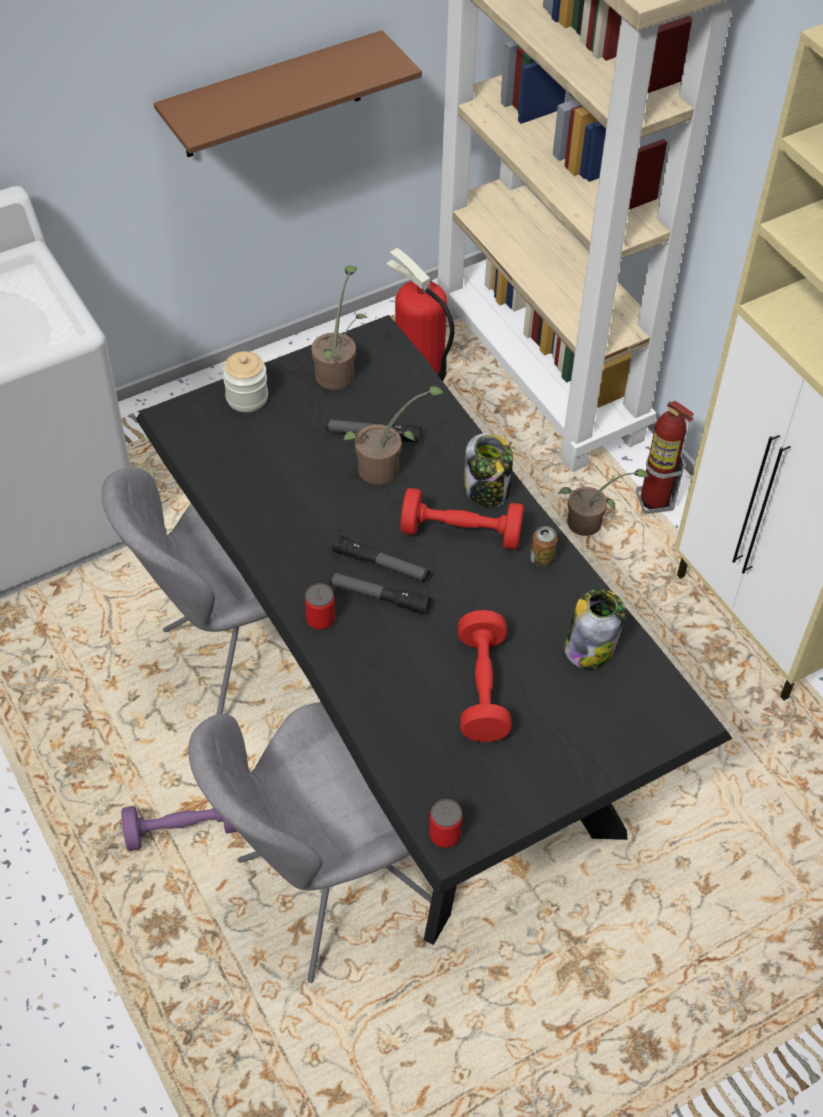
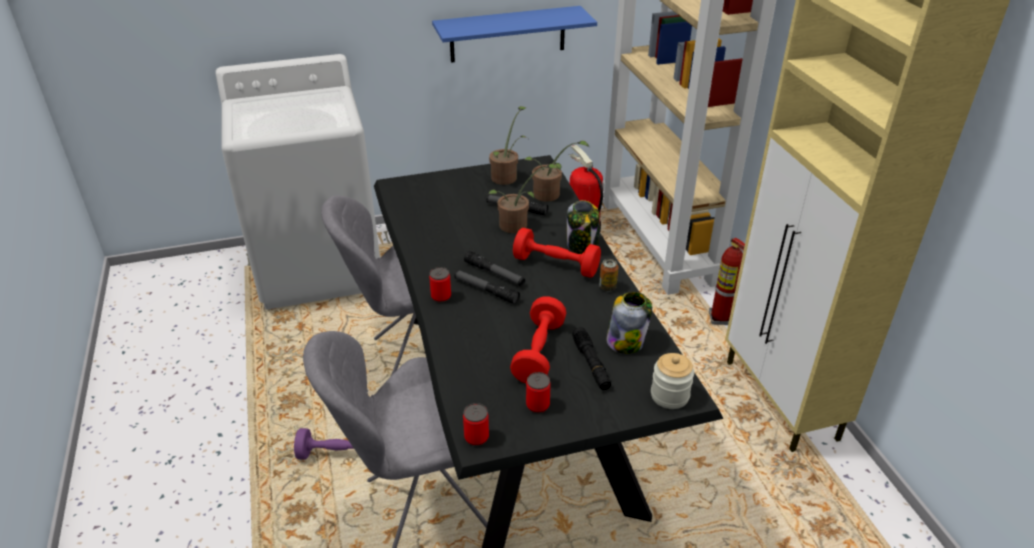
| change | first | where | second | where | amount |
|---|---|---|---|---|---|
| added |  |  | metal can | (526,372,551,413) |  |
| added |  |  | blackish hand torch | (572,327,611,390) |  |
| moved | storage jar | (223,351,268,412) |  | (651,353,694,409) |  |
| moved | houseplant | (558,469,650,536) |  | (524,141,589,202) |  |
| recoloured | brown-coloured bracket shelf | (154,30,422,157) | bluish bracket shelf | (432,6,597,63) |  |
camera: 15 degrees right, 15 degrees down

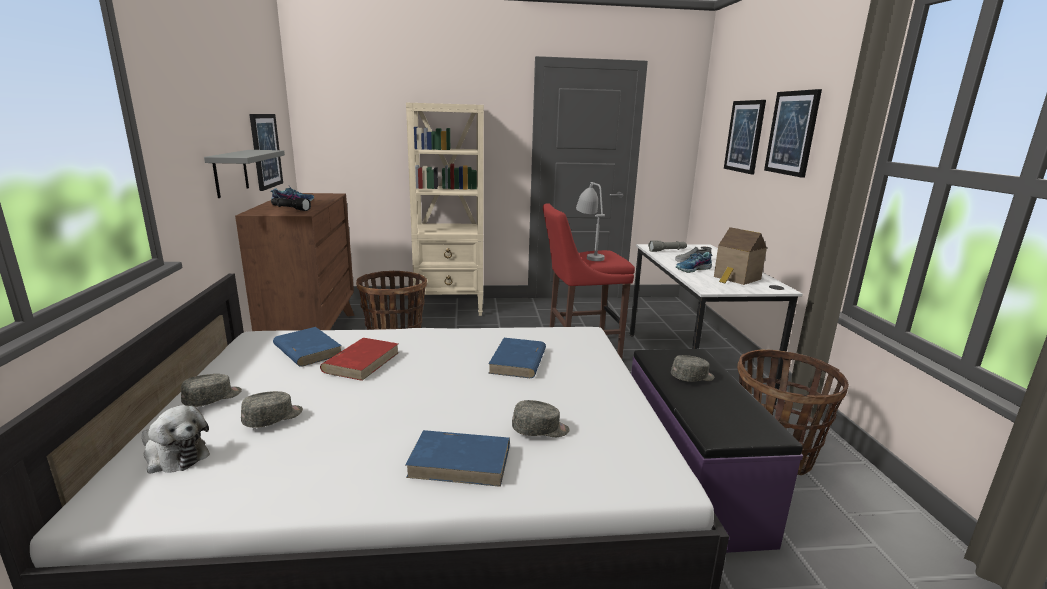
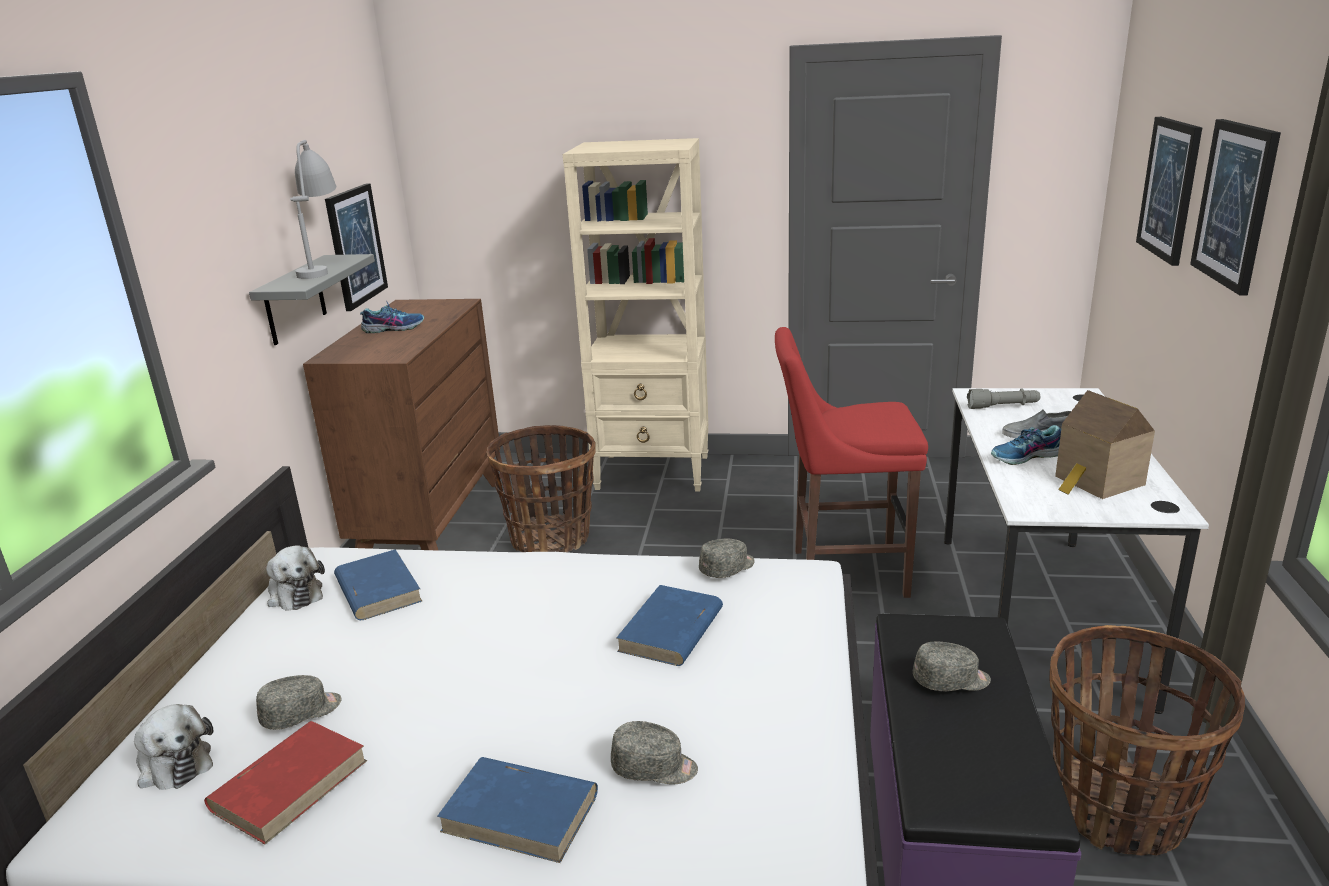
| change | first | where | second | where | amount |
|---|---|---|---|---|---|
| removed | blackish hand torch | (271,197,311,211) |  |  |  |
| added |  |  | soft toy | (266,545,325,611) |  |
| moved | grey baseball cap | (181,374,242,407) |  | (699,539,755,578) |  |
| moved | reddish bound book | (320,338,399,381) |  | (204,721,367,845) |  |
| moved | grey lamp for a table | (576,182,605,261) |  | (290,140,336,279) |  |
camera: 15 degrees right, 5 degrees up

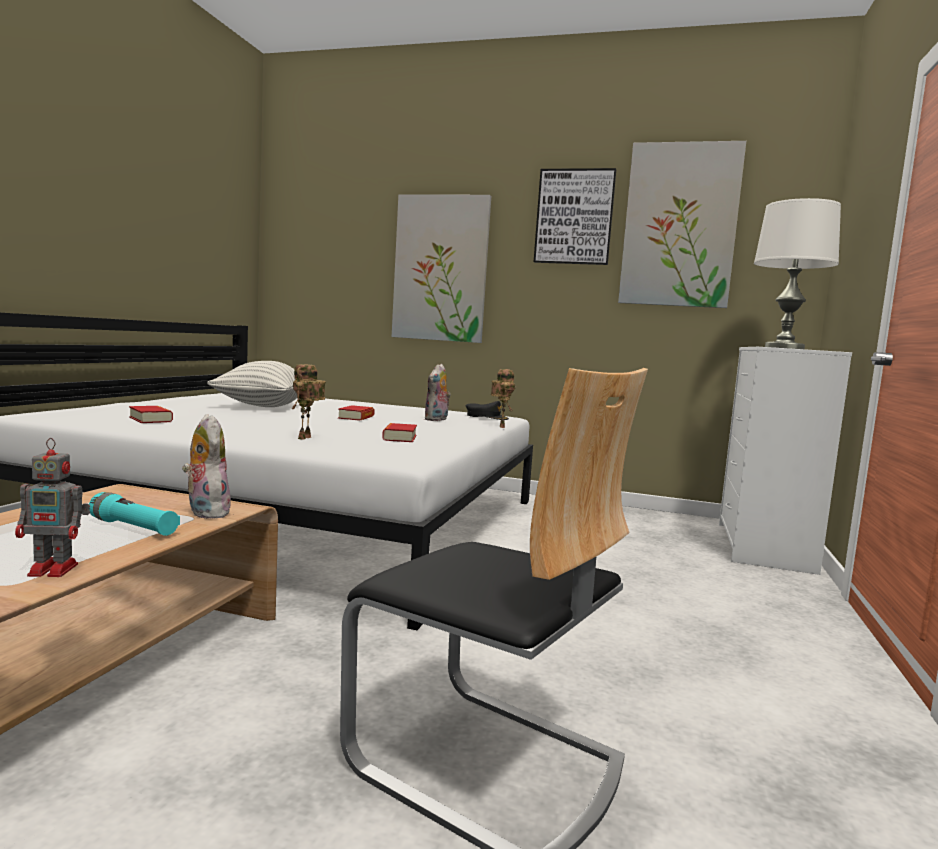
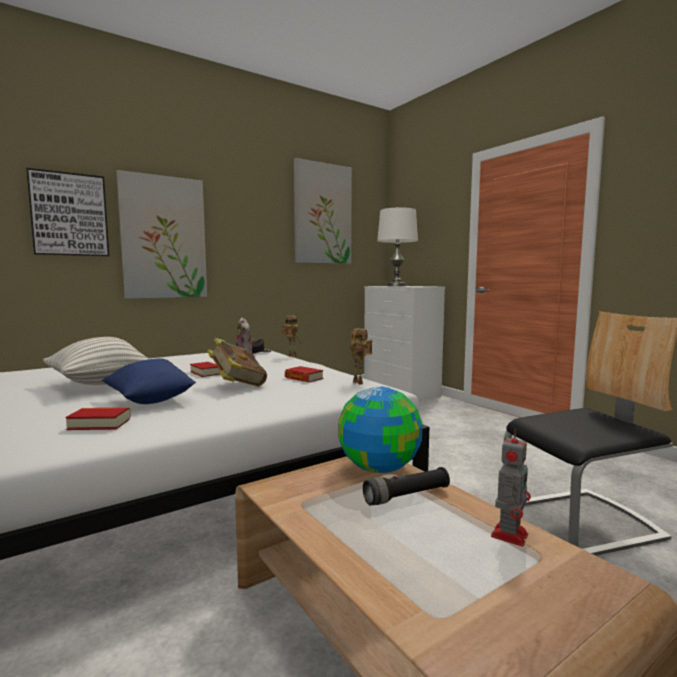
| change | first | where | second | where | amount |
|---|---|---|---|---|---|
| added |  |  | bluish cushion | (102,358,196,404) |  |
| added |  |  | bound book | (207,338,267,387) |  |
| moved | robot figure | (292,364,326,440) |  | (346,328,372,384) |  |
| moved | wall art | (534,168,616,265) |  | (26,168,109,256) |  |
| replaced | soft toy | (182,414,231,519) | desk globe | (338,386,422,473) |  |
| recoloured | blue-green hand torch | (89,492,180,536) | blackish hand torch | (363,467,450,505) |  |
camera: 50 degrees left, 0 degrees up

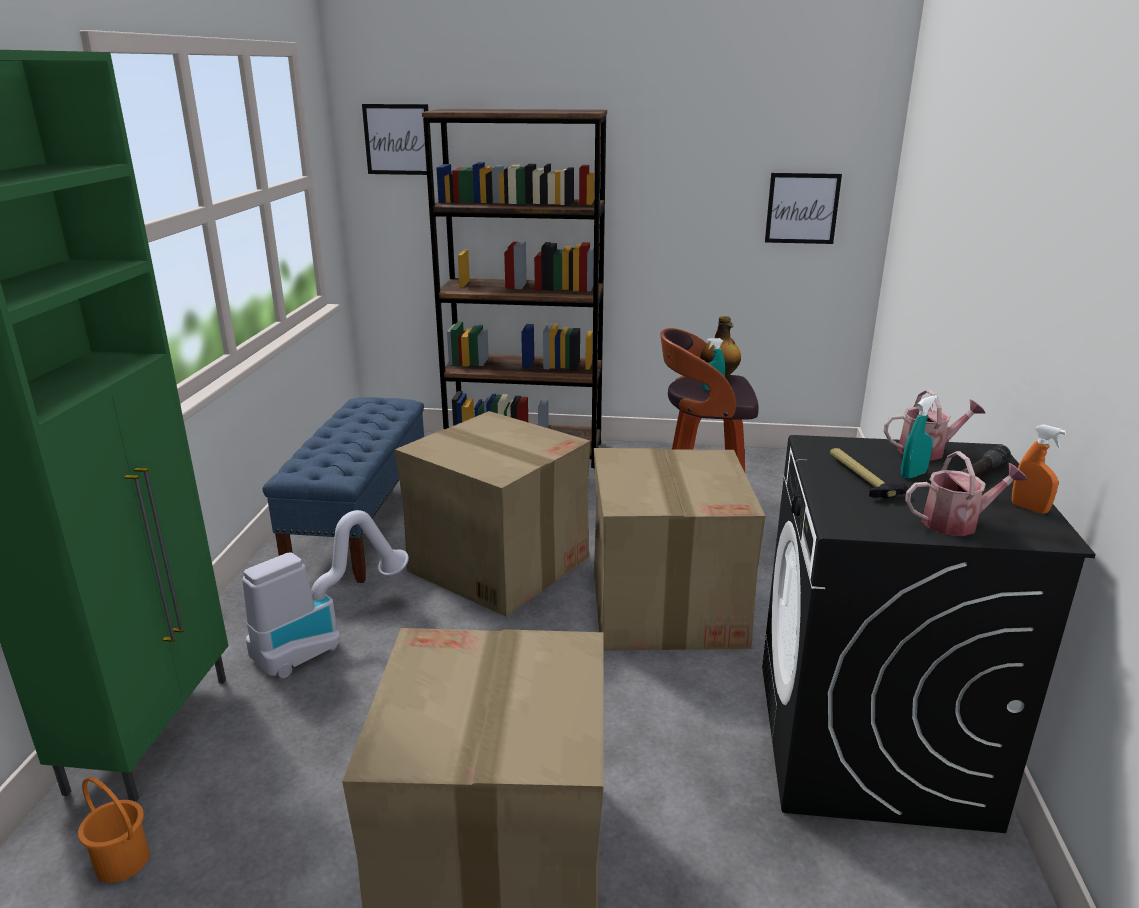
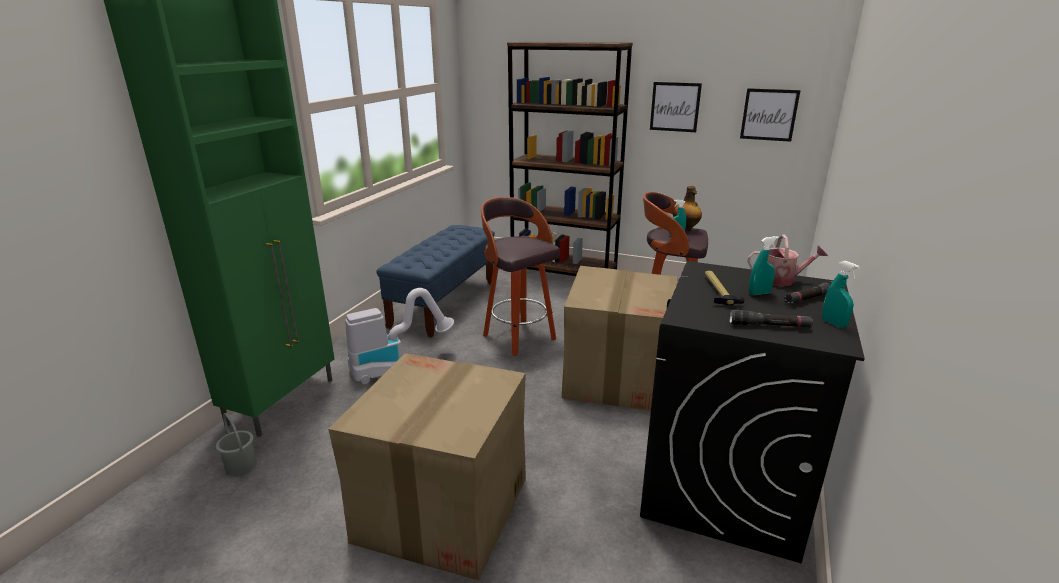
| change | first | where | second | where | amount |
|---|---|---|---|---|---|
| moved | wall art | (362,104,428,175) |  | (650,82,702,132) |  |
| replaced | cardboard box | (395,411,590,617) | stool | (481,197,560,356) |  |
| replaced | watering can | (905,451,1028,536) | blackish hand torch | (729,310,813,328) |  |
| recoloured | orangey bucket | (78,777,150,883) | grey bucket | (216,413,257,476) |  |
| recoloured | orangey spray bottle | (1012,424,1066,514) | blue-green spray bottle | (822,261,860,328) |  |
camera: 15 degrees right, 0 degrees up

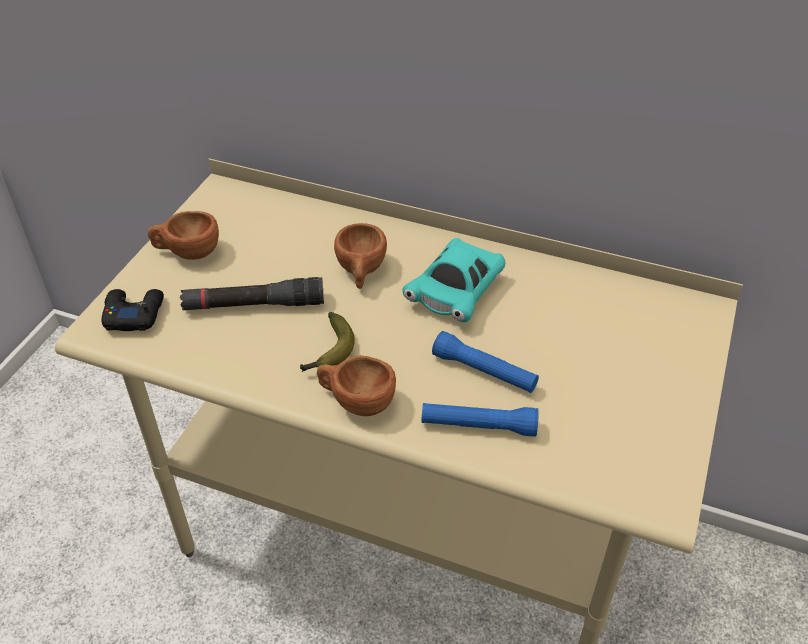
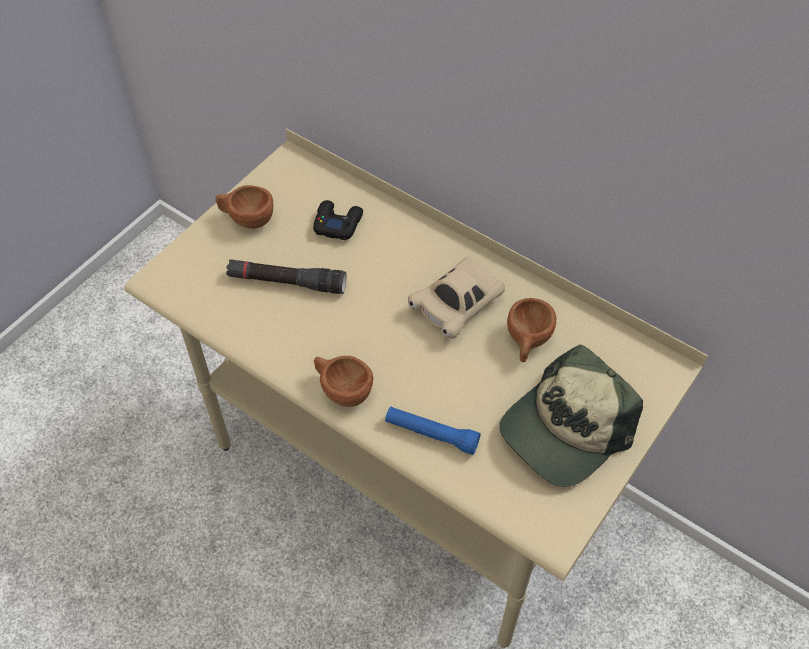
| change | first | where | second | where | amount |
|---|---|---|---|---|---|
| removed | banana | (300,312,355,372) |  |  |  |
| removed | bluish hand torch | (432,331,539,393) |  |  |  |
| added |  |  | baseball cap | (499,345,643,487) |  |
| moved | blackish joypad | (101,289,164,331) |  | (313,200,363,240) |  |
| moved | brown-coloured cup | (334,223,387,289) |  | (507,298,556,362) |  |
| recoloured | blue-green miniature car | (402,238,506,322) | beige miniature car | (408,257,505,339) |  |
camera: 15 degrees right, 10 degrees up

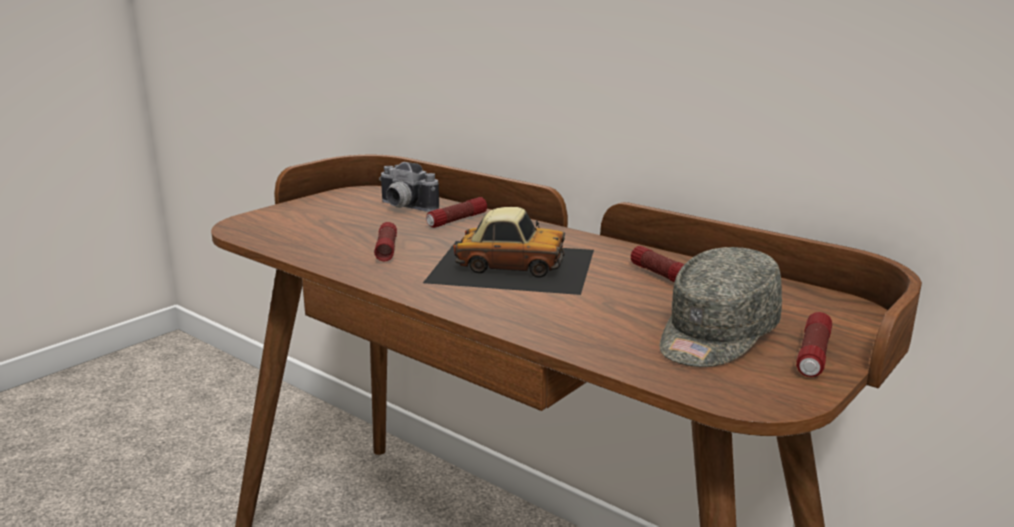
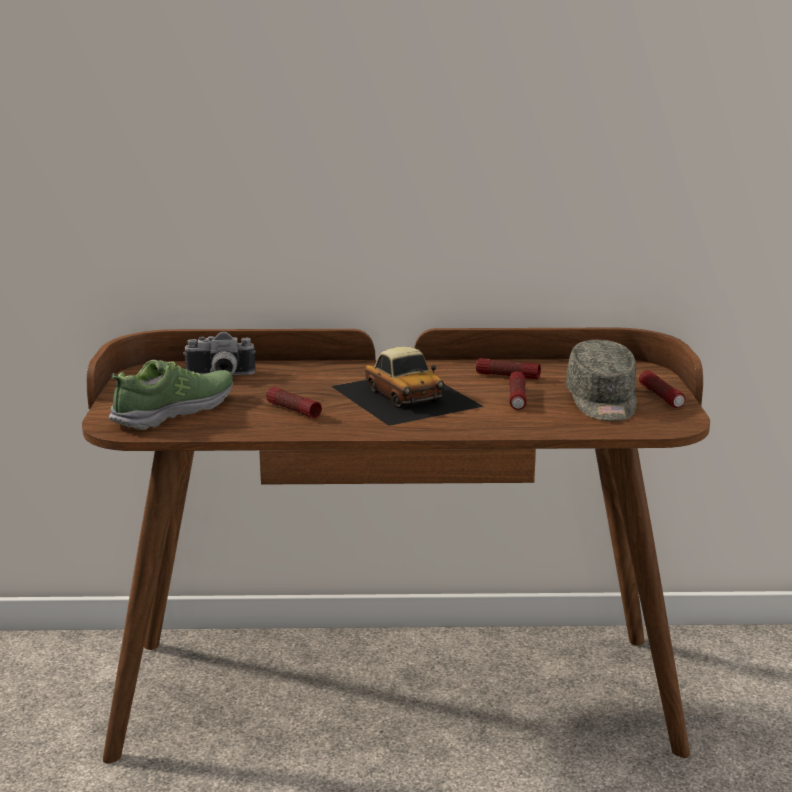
| change | first | where | second | where | amount |
|---|---|---|---|---|---|
| added |  |  | shoe | (109,360,233,430) |  |
| moved | hand torch | (426,197,487,228) |  | (509,371,526,410) |  |
| turned | miniature car | (423,207,594,295) |  | (331,347,484,426) | 90 degrees clockwise |
camera: 40 degrees left, 0 degrees up

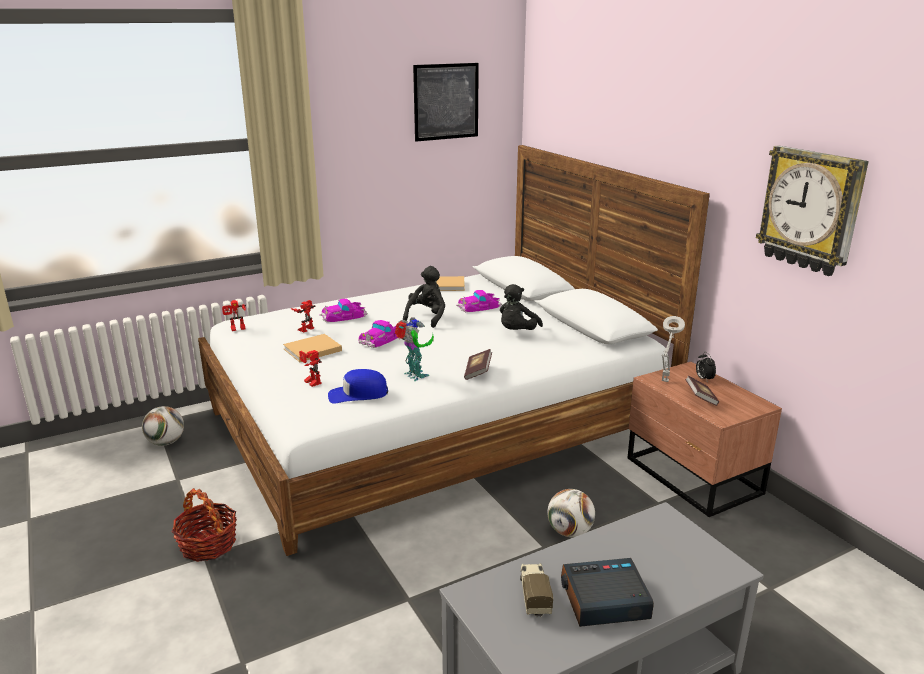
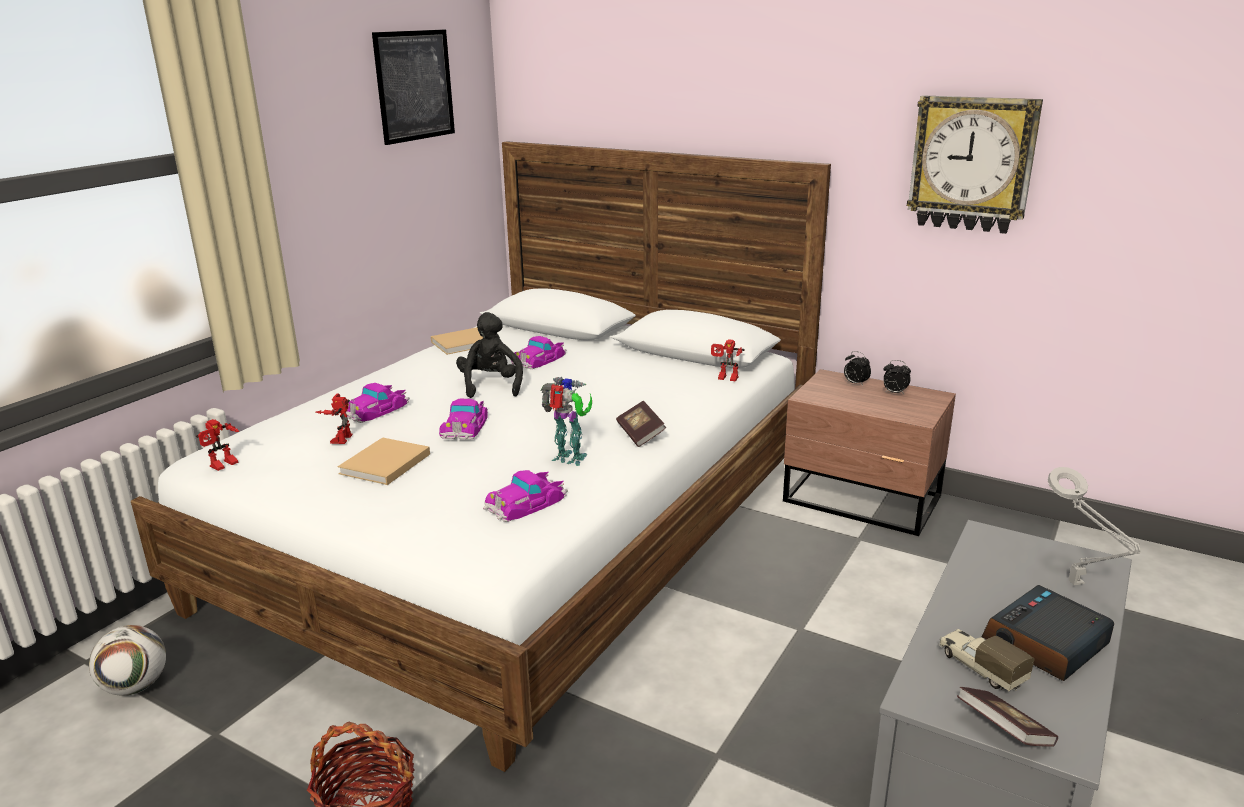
| change | first | where | second | where | amount |
|---|---|---|---|---|---|
| removed | blackish soft toy | (500,284,543,330) |  |  |  |
| removed | football ball | (547,489,595,537) |  |  |  |
| added |  |  | bedside clock | (883,360,911,394) |  |
| moved | robot figure | (299,350,322,387) |  | (711,339,745,381) |  |
| moved | grey lamp for a table | (662,316,685,382) |  | (1048,467,1141,585) |  |
| moved | bound book | (685,375,719,406) |  | (957,687,1058,747) |  |
| replaced | bluish baseball cap | (328,369,388,404) | miniature car | (483,470,568,522) |  |
camera: 30 degrees left, 0 degrees up

